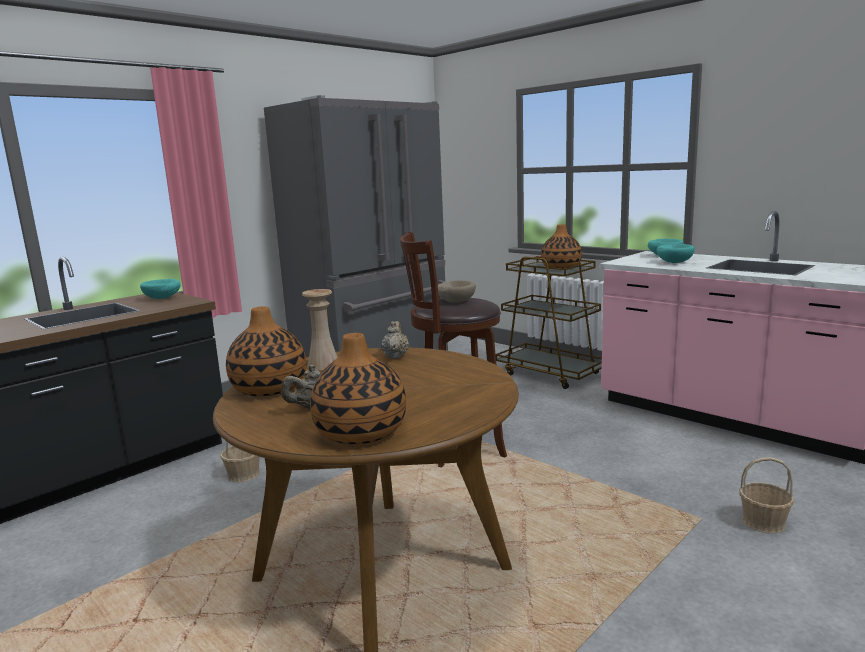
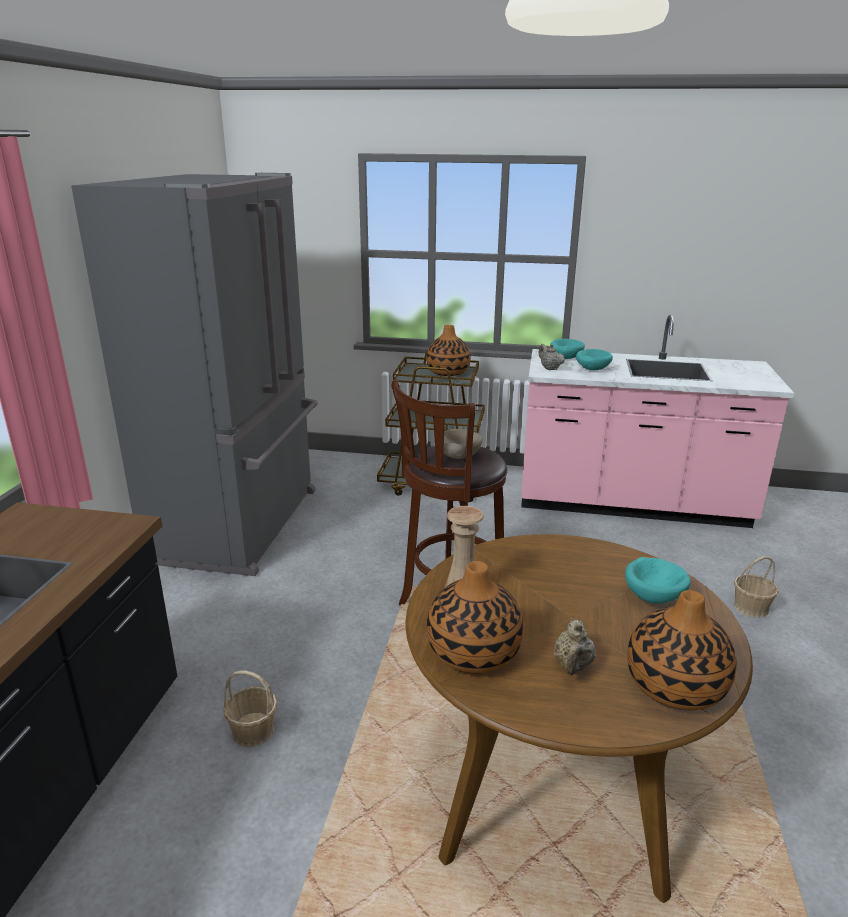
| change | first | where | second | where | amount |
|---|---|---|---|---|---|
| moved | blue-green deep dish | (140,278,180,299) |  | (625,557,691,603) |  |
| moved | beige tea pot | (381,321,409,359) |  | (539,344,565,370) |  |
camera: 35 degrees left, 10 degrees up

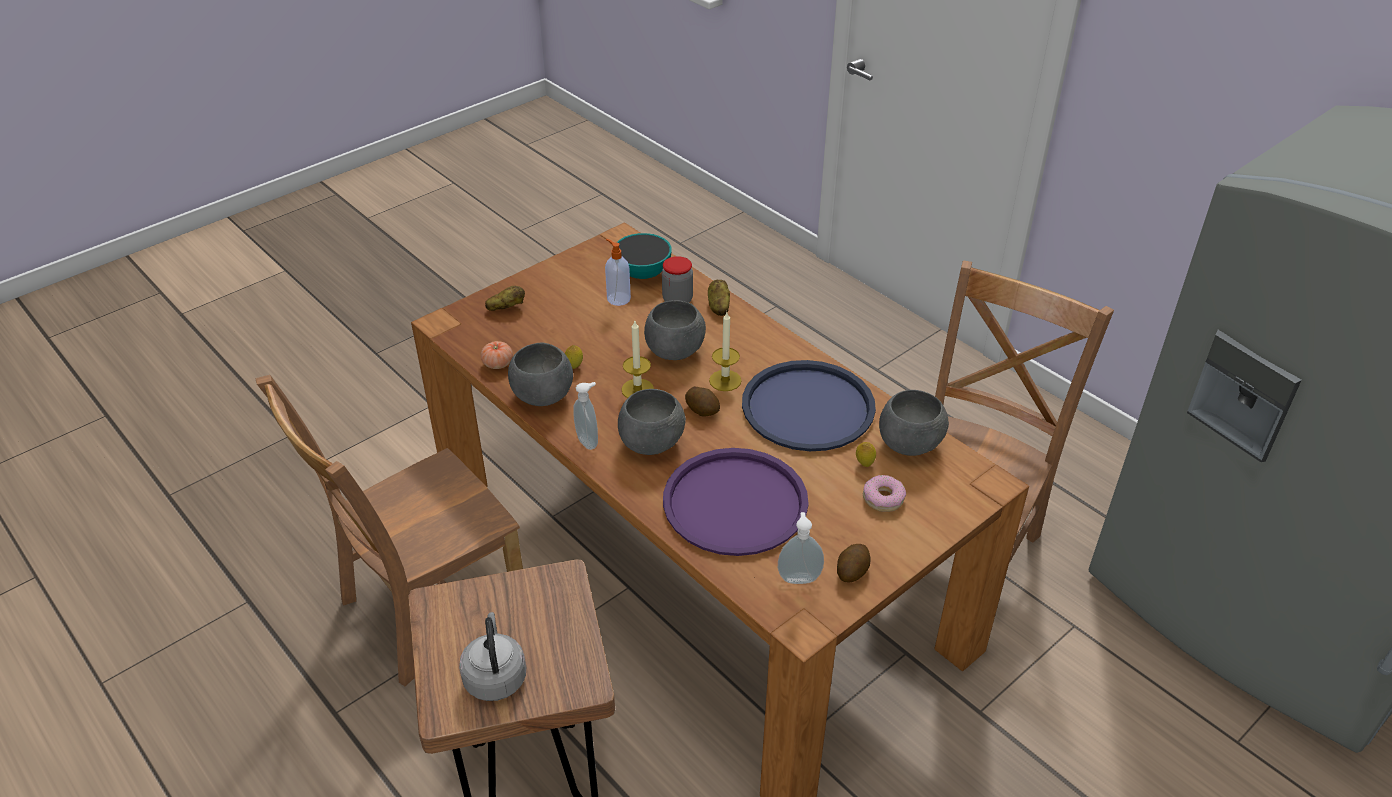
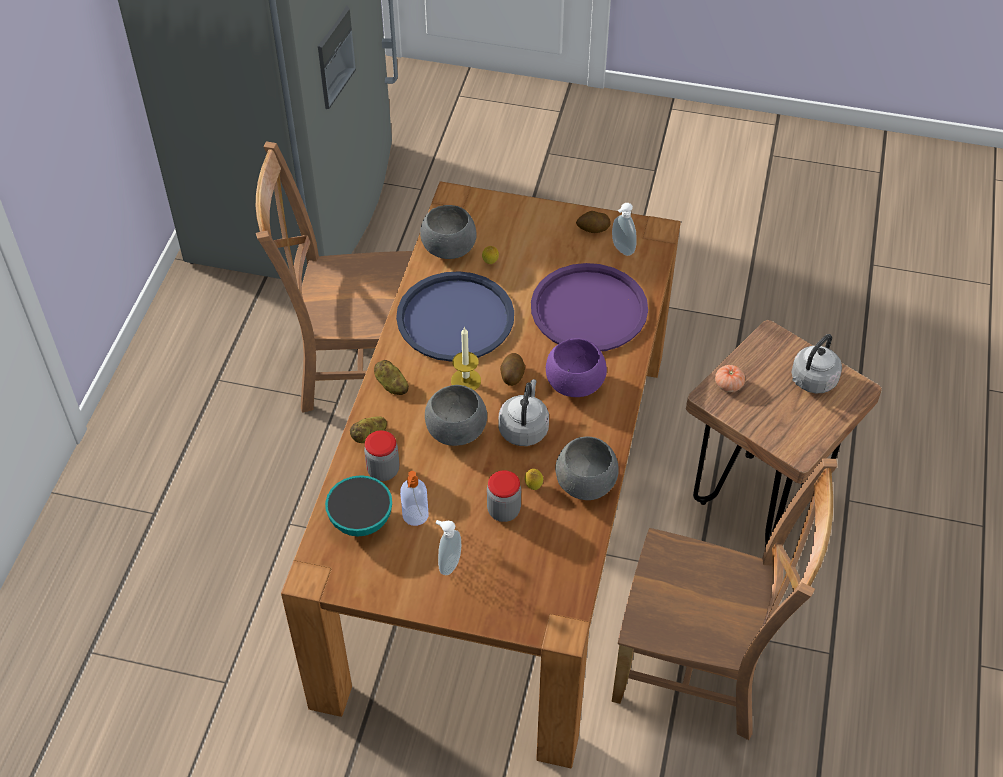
| change | first | where | second | where | amount |
|---|---|---|---|---|---|
| removed | ring doughnut | (863,475,906,512) |  |  |  |
| added |  |  | storage jar | (487,471,521,522) |  |
| moved | fresh tomato | (481,341,513,369) |  | (715,365,745,392) |  |
| moved | whole potato | (485,286,525,311) |  | (374,360,409,395) |  |
| moved | soap dispenser | (573,382,598,450) |  | (436,520,461,575) |  |
| replaced | candle | (621,321,654,398) | grey kettle | (499,379,549,446) |  |
| recoloured | grey deep dish | (618,389,686,455) | purple deep dish | (546,339,607,397) |  |
camera: 125 degrees left, 10 degrees up

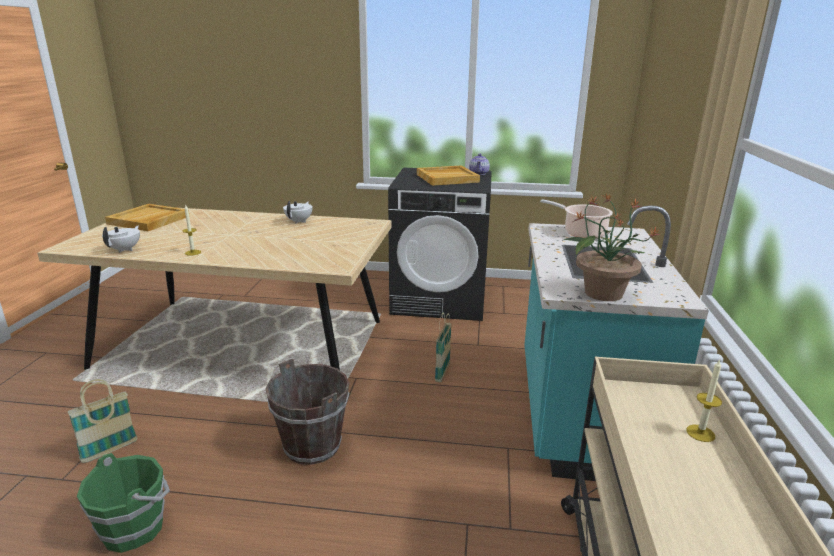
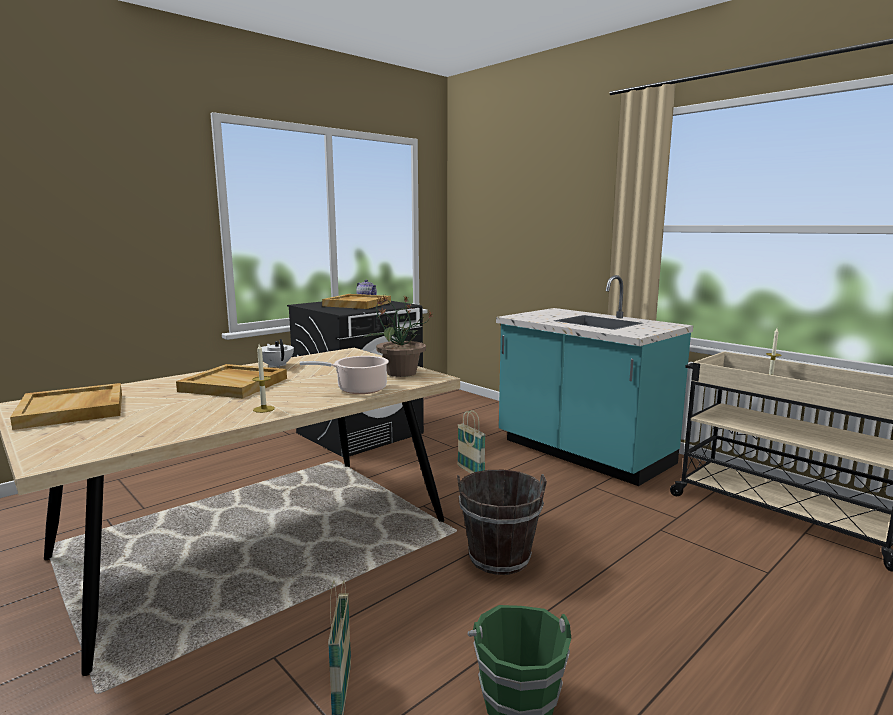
| change | first | where | second | where | amount |
|---|---|---|---|---|---|
| removed | whitish tea pot | (102,225,140,253) |  |  |  |
| added |  |  | beige carrying tray | (176,364,287,399) |  |
| moved | cooking pot | (540,199,613,239) |  | (300,356,389,394) |  |
| moved | houseplant | (562,193,661,301) |  | (363,295,432,377) |  |
camera: 50 degrees left, 10 degrees down

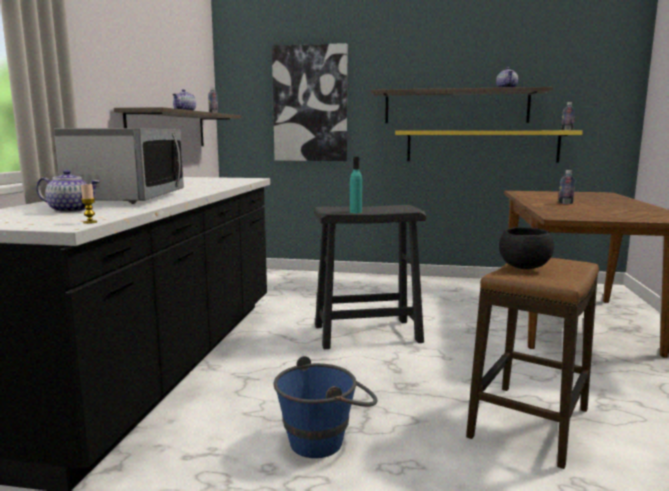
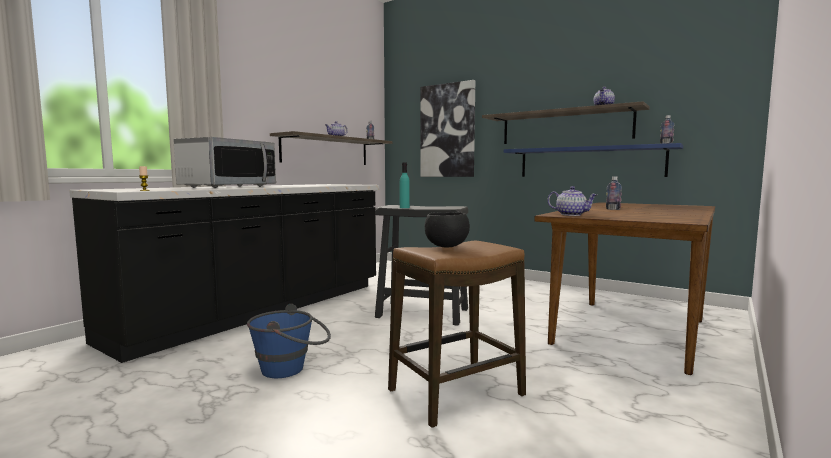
| change | first | where | second | where | amount |
|---|---|---|---|---|---|
| moved | tea pot | (36,170,100,213) |  | (548,186,597,216) |  |
| recoloured | yellowish bracket shelf | (395,131,583,163) | bluish bracket shelf | (504,143,683,177) |  |
camera: 25 degrees right, 5 degrees down

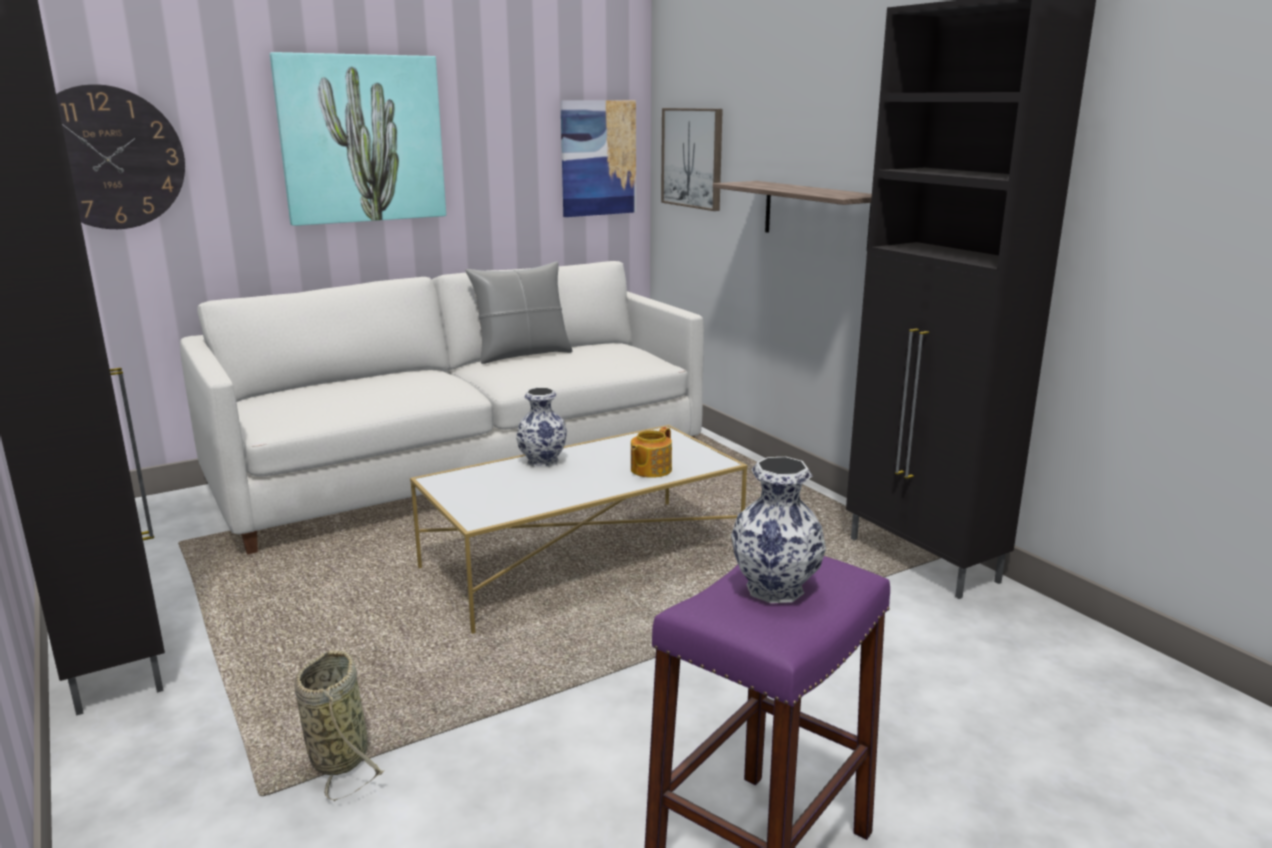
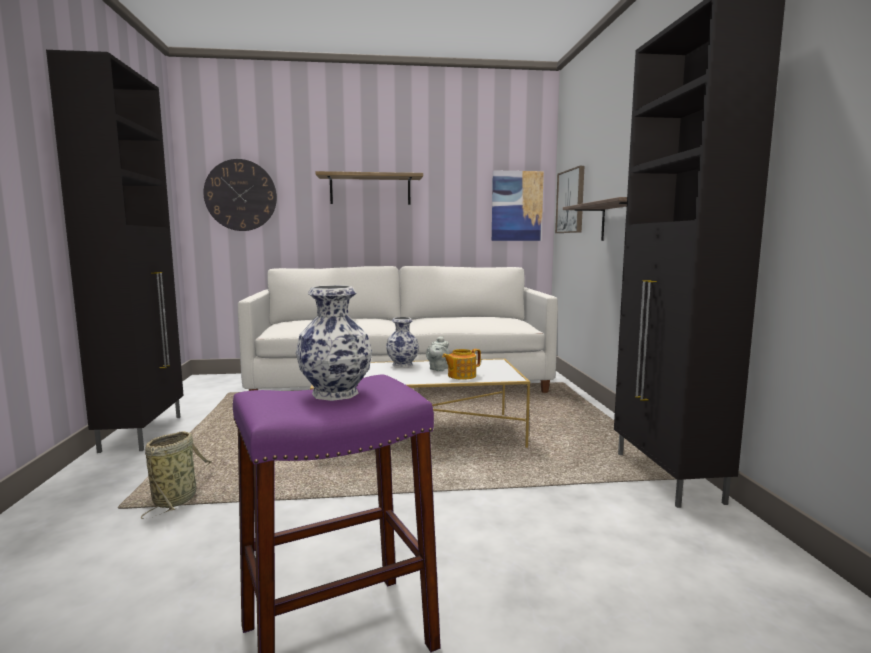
| change | first | where | second | where | amount |
|---|---|---|---|---|---|
| removed | grey cushion | (465,261,572,364) |  |  |  |
| added |  |  | grey tea pot | (426,336,450,371) |  |
| replaced | wall art | (270,52,446,226) | bracket shelf | (315,171,423,205) |  |
camera: 25 degrees right, 10 degrees down

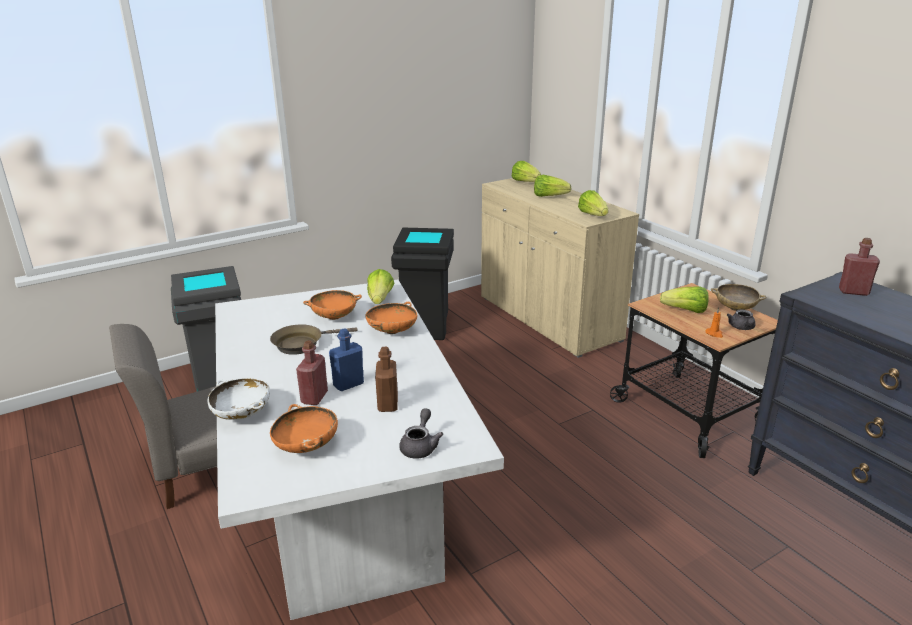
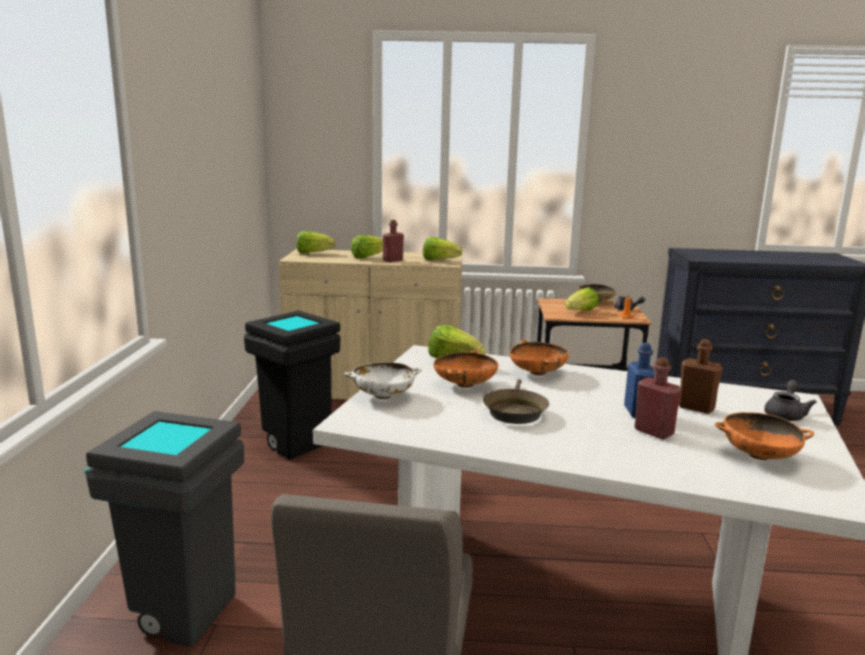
| change | first | where | second | where | amount |
|---|---|---|---|---|---|
| moved | whitish deep dish | (208,378,270,420) |  | (344,362,422,399) |  |
| moved | reddish bottle | (839,238,880,296) |  | (383,220,404,262) |  |
| turned | grey tea pot | (399,408,443,459) |  | (764,380,817,421) | 75 degrees clockwise |
camera: 55 degrees left, 10 degrees down

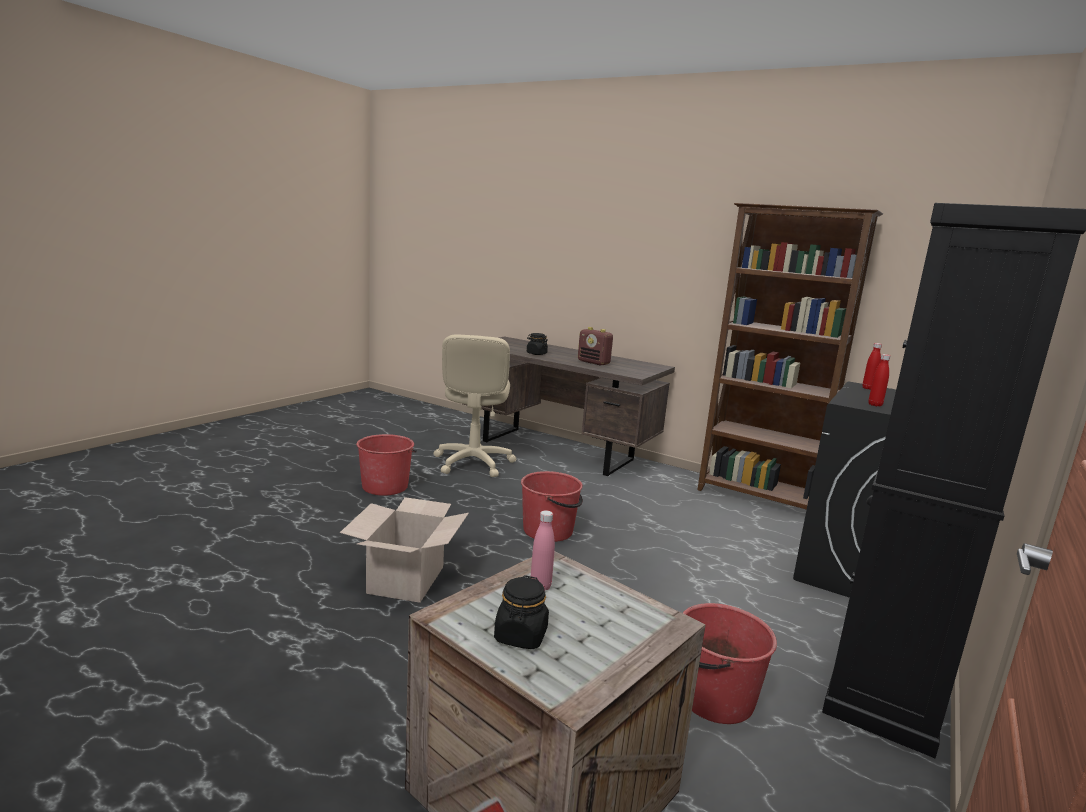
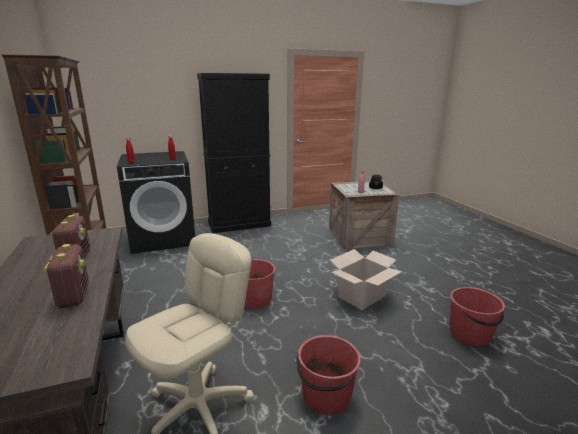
| change | first | where | second | where | amount |
|---|---|---|---|---|---|
| moved | reddish bucket | (683,603,777,724) |  | (450,287,505,347) |  |
| replaced | blackish storage jar | (527,333,548,355) | radio receiver | (44,244,89,308) |  |
camera: 140 degrees left, 5 degrees up

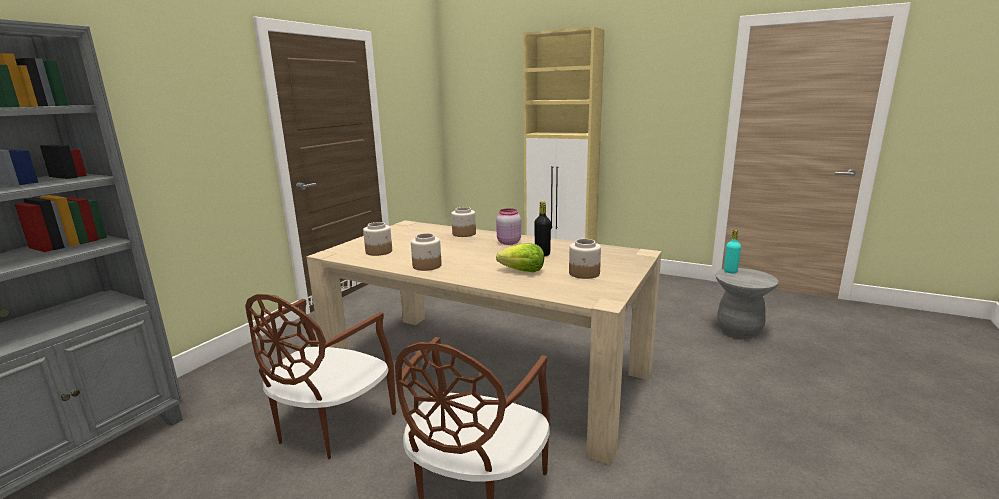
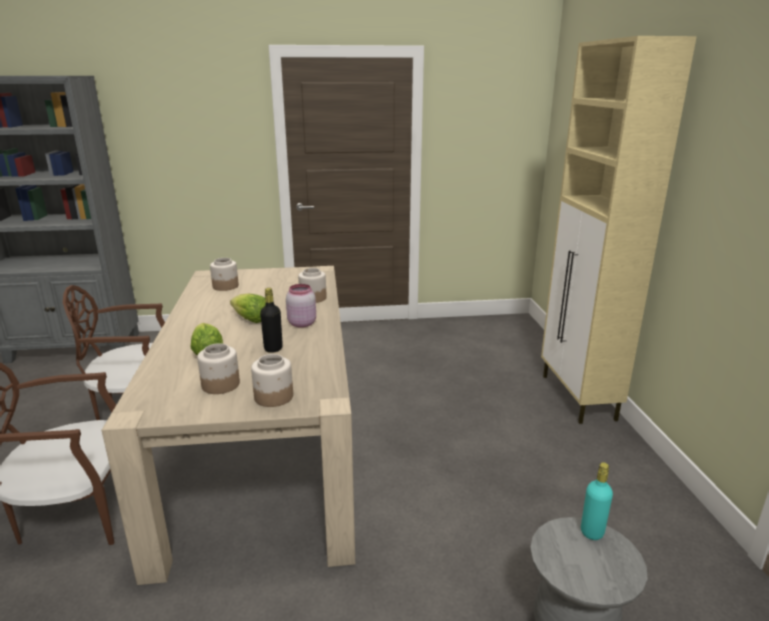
| change | first | where | second | where | amount |
|---|---|---|---|---|---|
| added |  |  | lettuce | (230,294,266,323) |  |
| moved | storage jar | (411,233,442,271) |  | (251,354,293,407) |  |
camera: 55 degrees right, 5 degrees up

